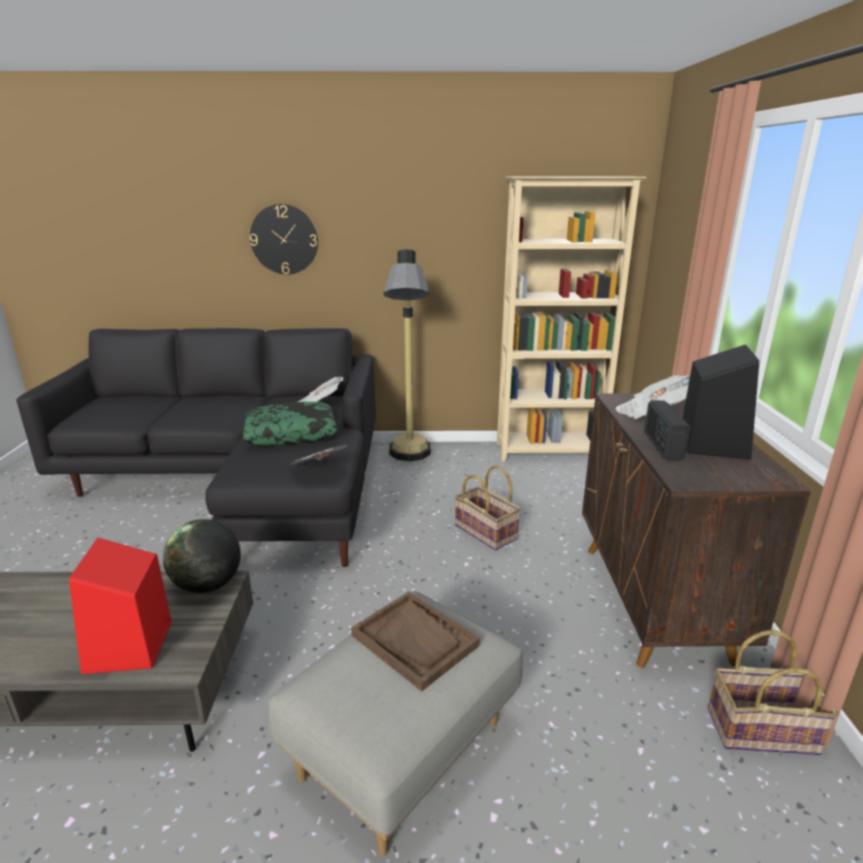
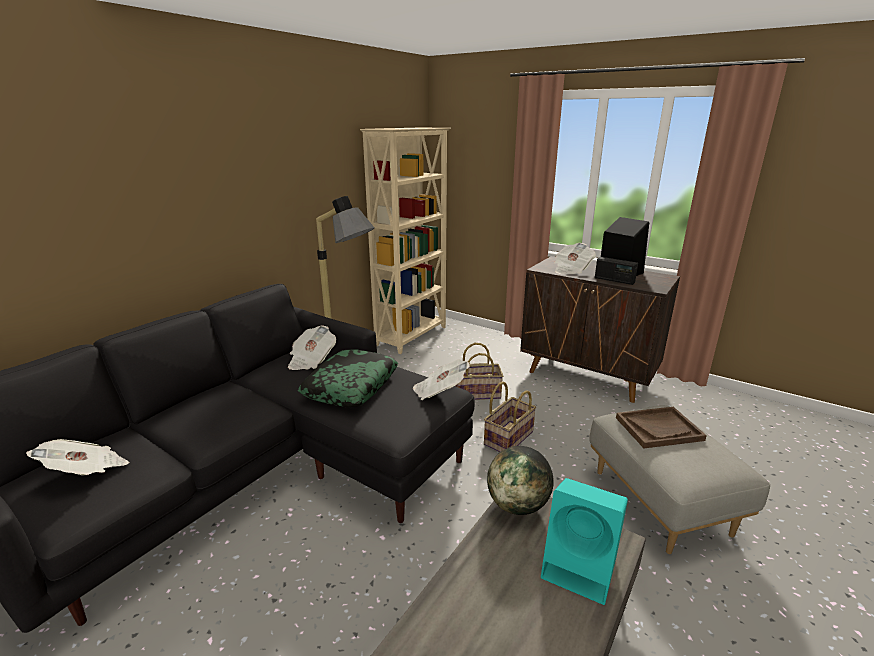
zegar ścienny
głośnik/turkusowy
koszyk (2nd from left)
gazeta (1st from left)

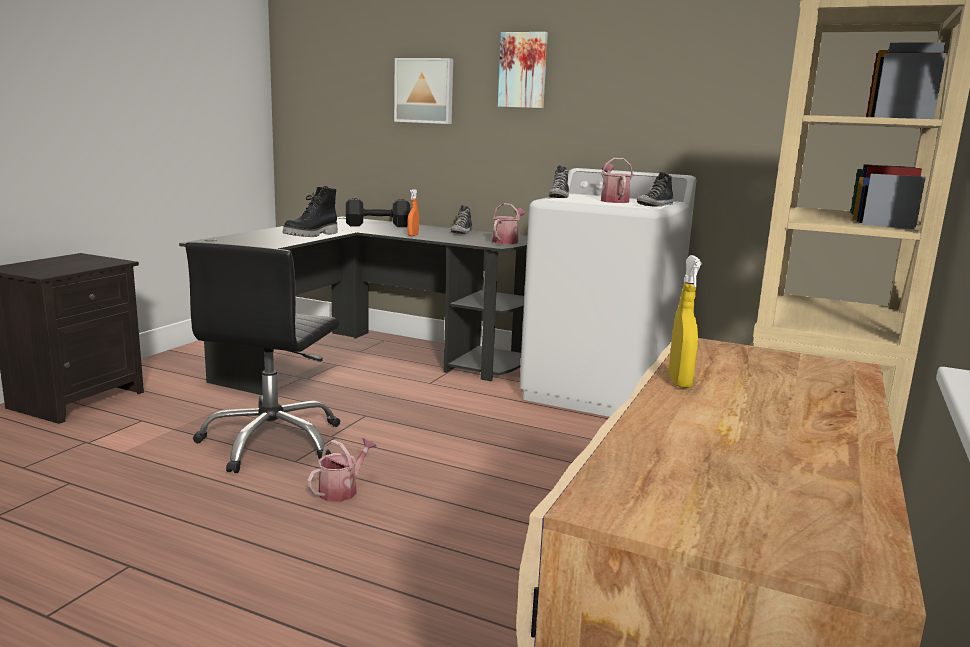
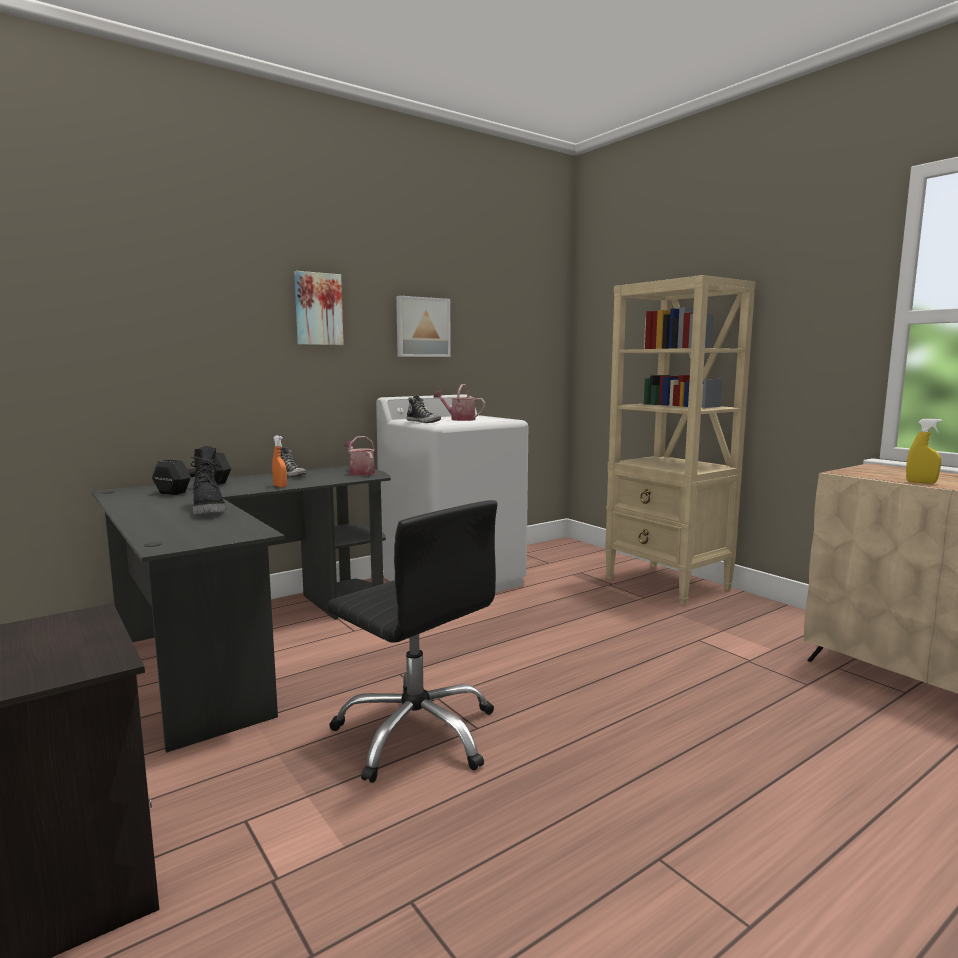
obraz (2nd from left)
but (3rd from left in the first image)
konewka (1st from left in the first image)

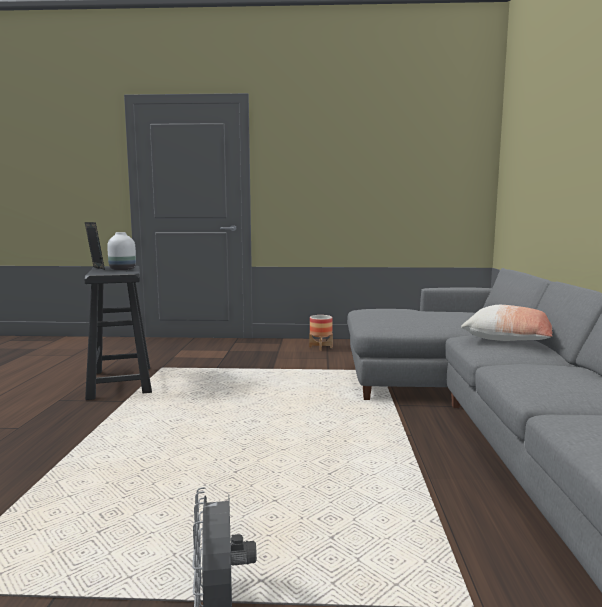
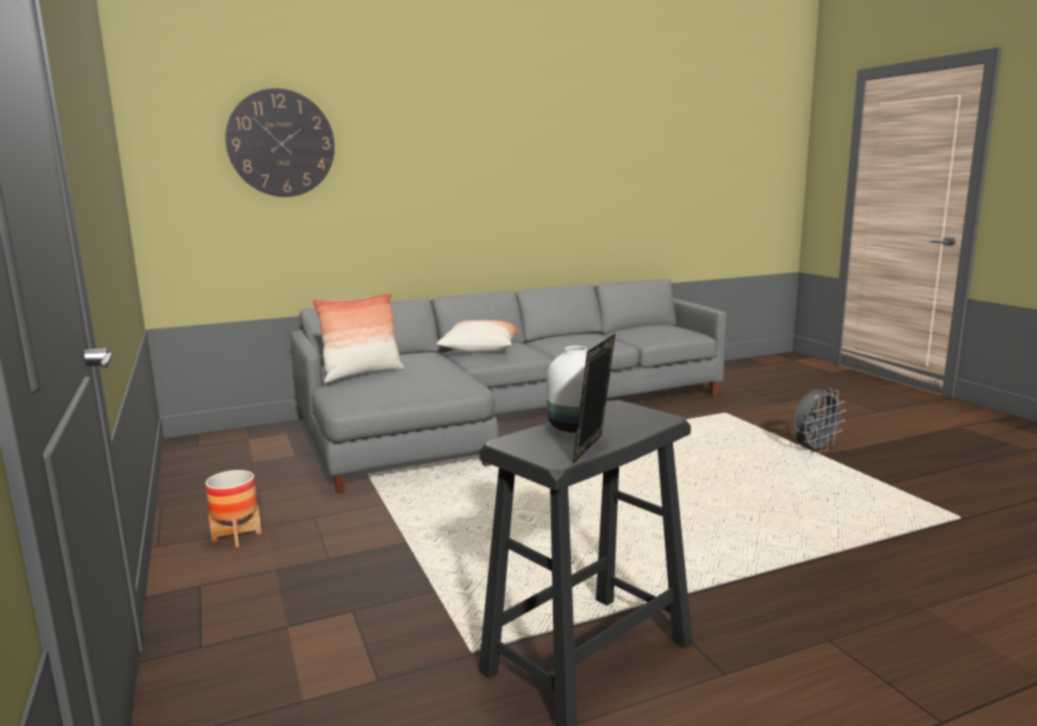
zegar ścienny
poduszka (1st from left)

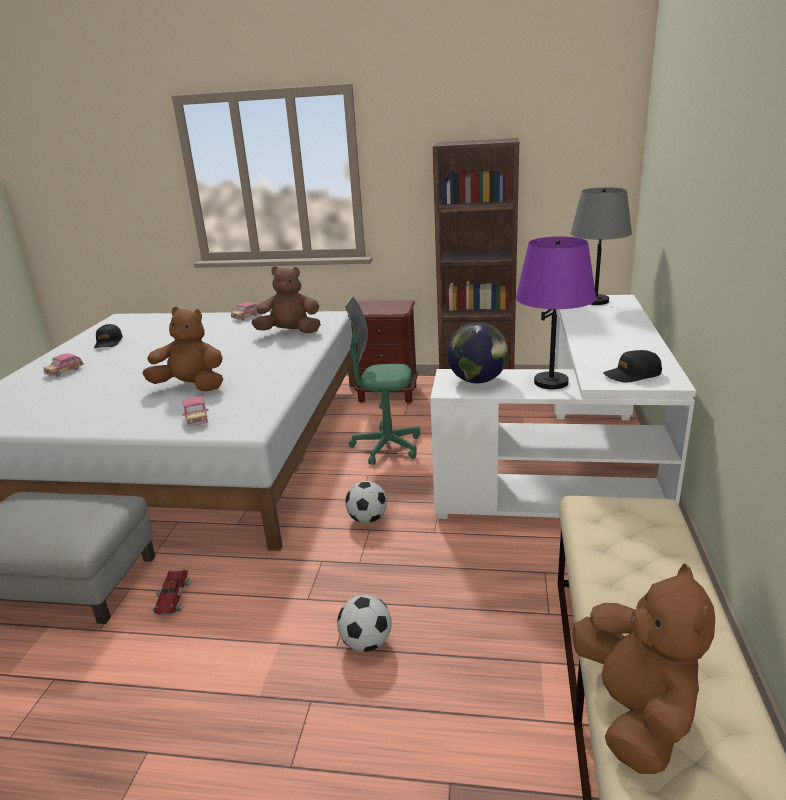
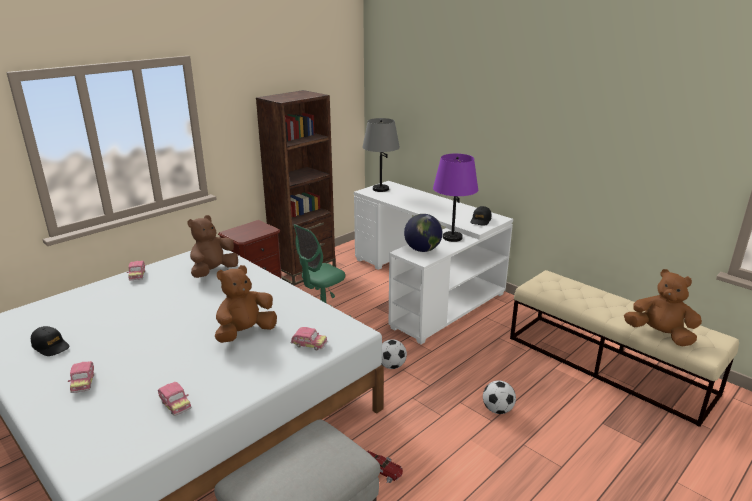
samochodzik (3rd from left)

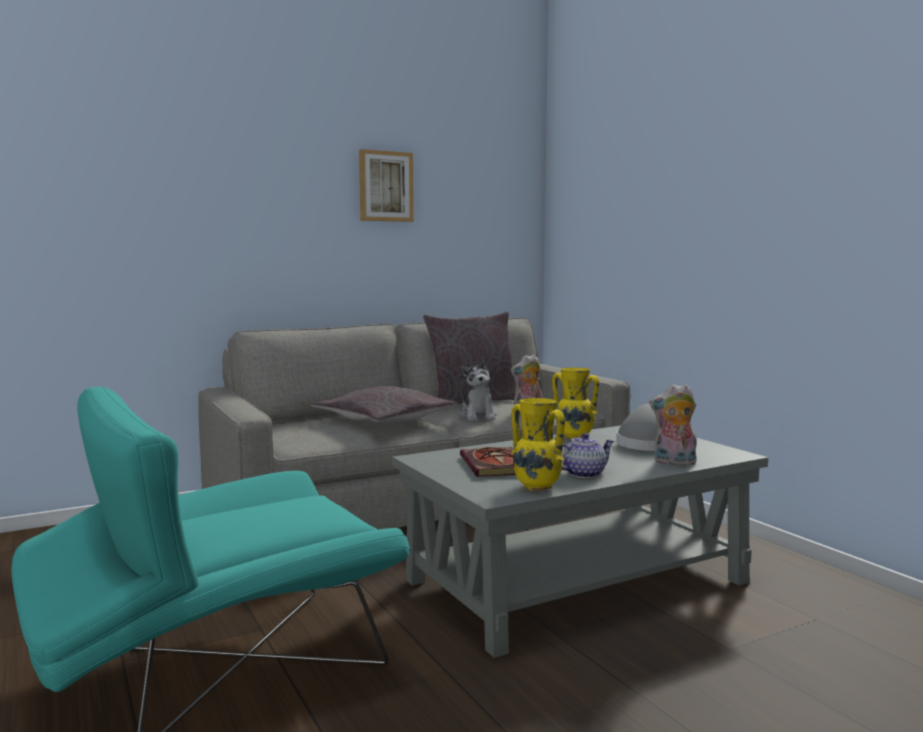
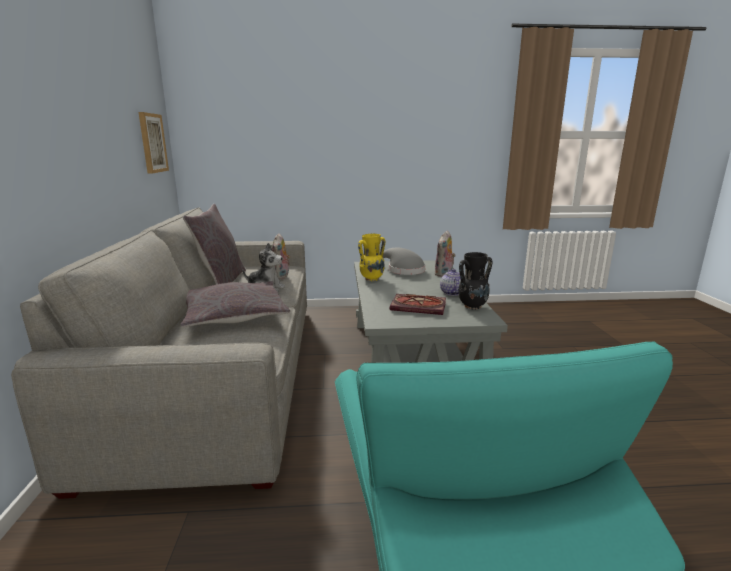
obraz
wazon/czarny

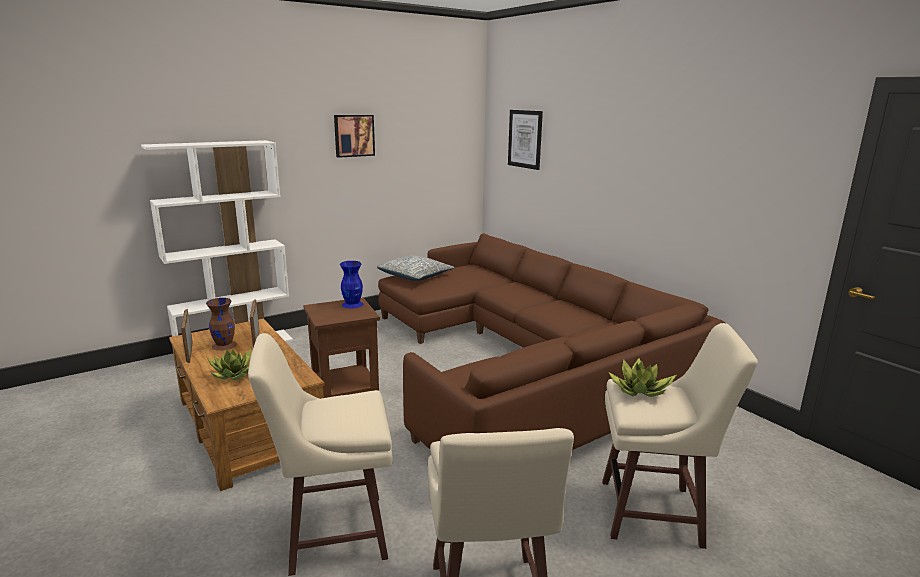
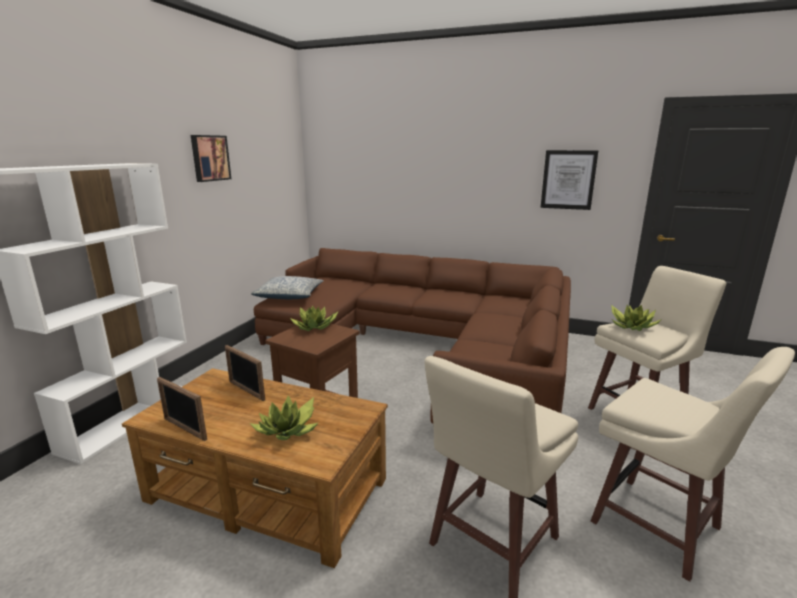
obraz (2nd from left)
roślina doniczkowa (2nd from left)
wazon/brązowy

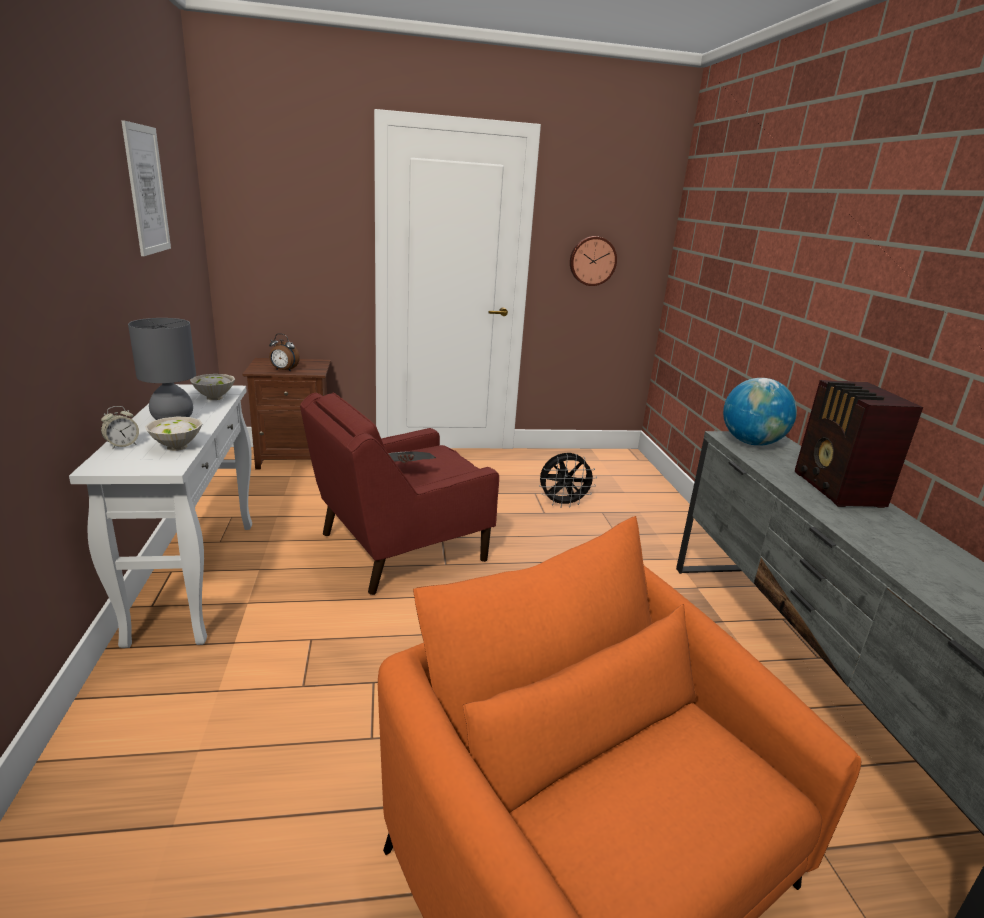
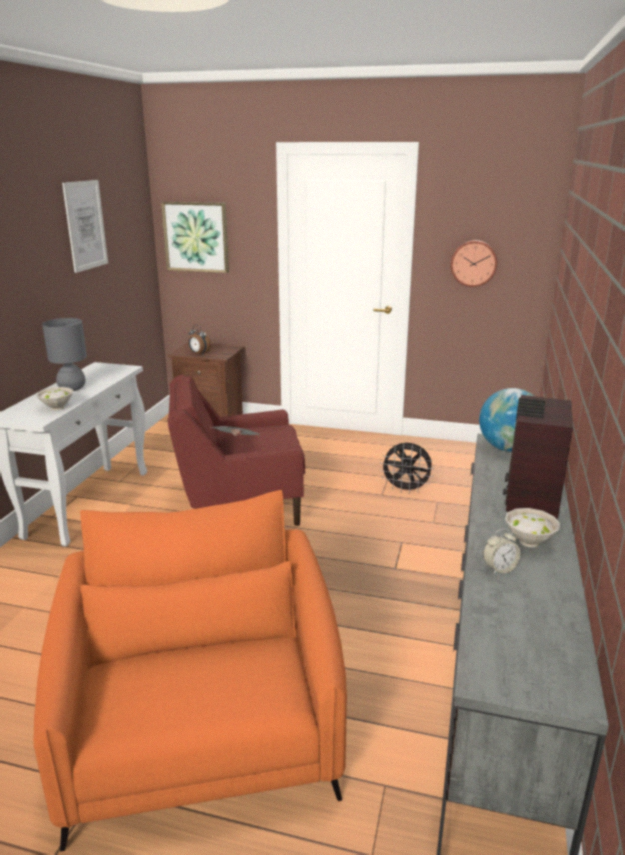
miska/biały (2nd from left)
budzik (2nd from left)
obraz (2nd from left)

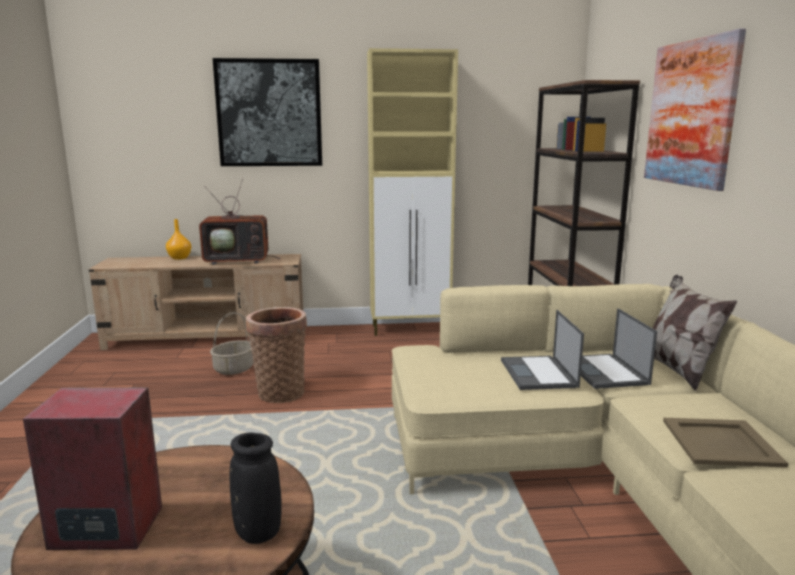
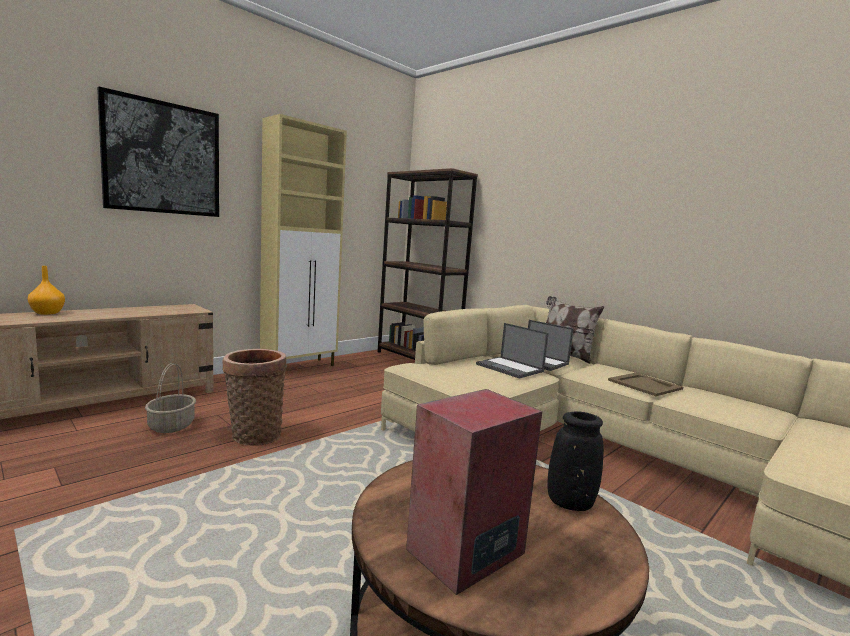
obraz (2nd from left in the first image)
telewizor

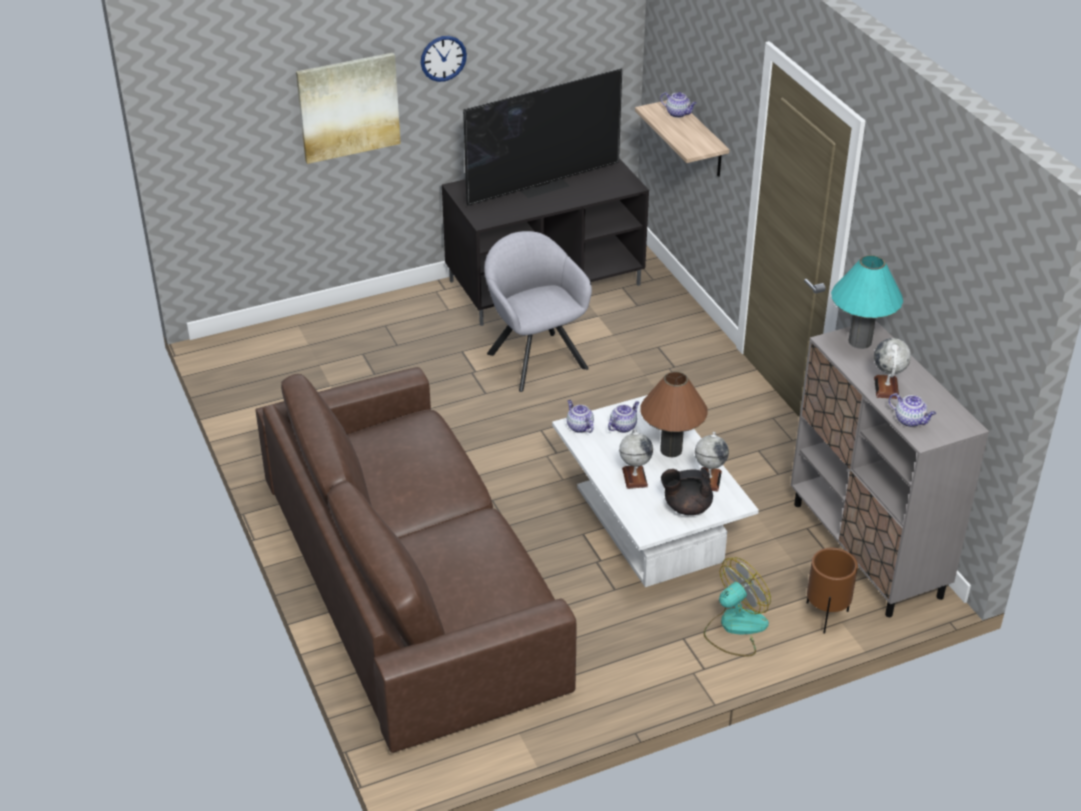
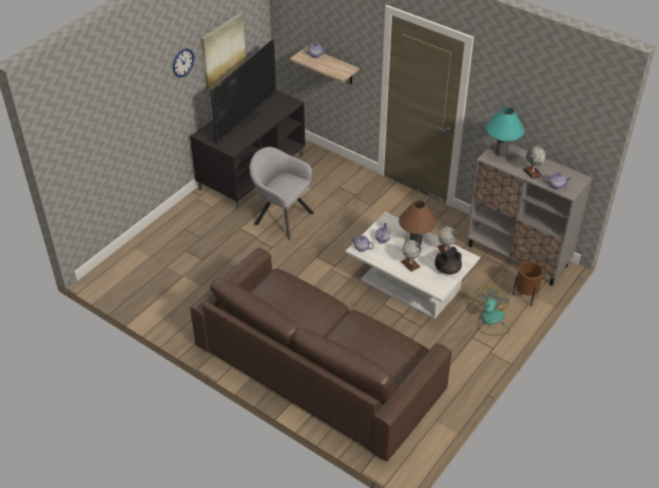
obraz

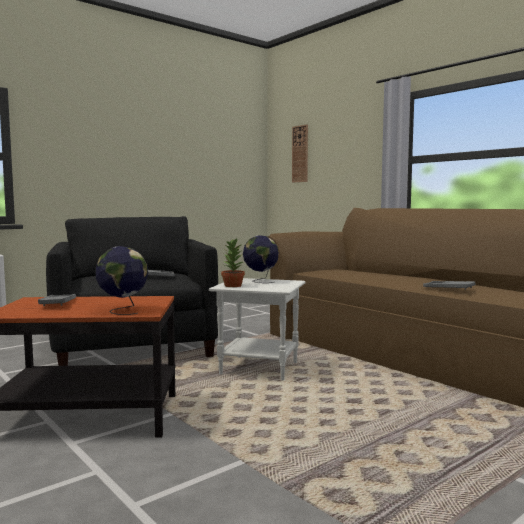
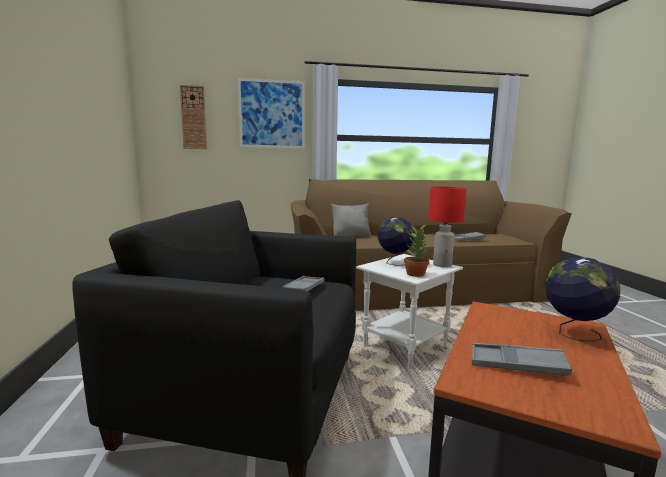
obraz
lampa stołowa/czerwony
poduszka/szary

